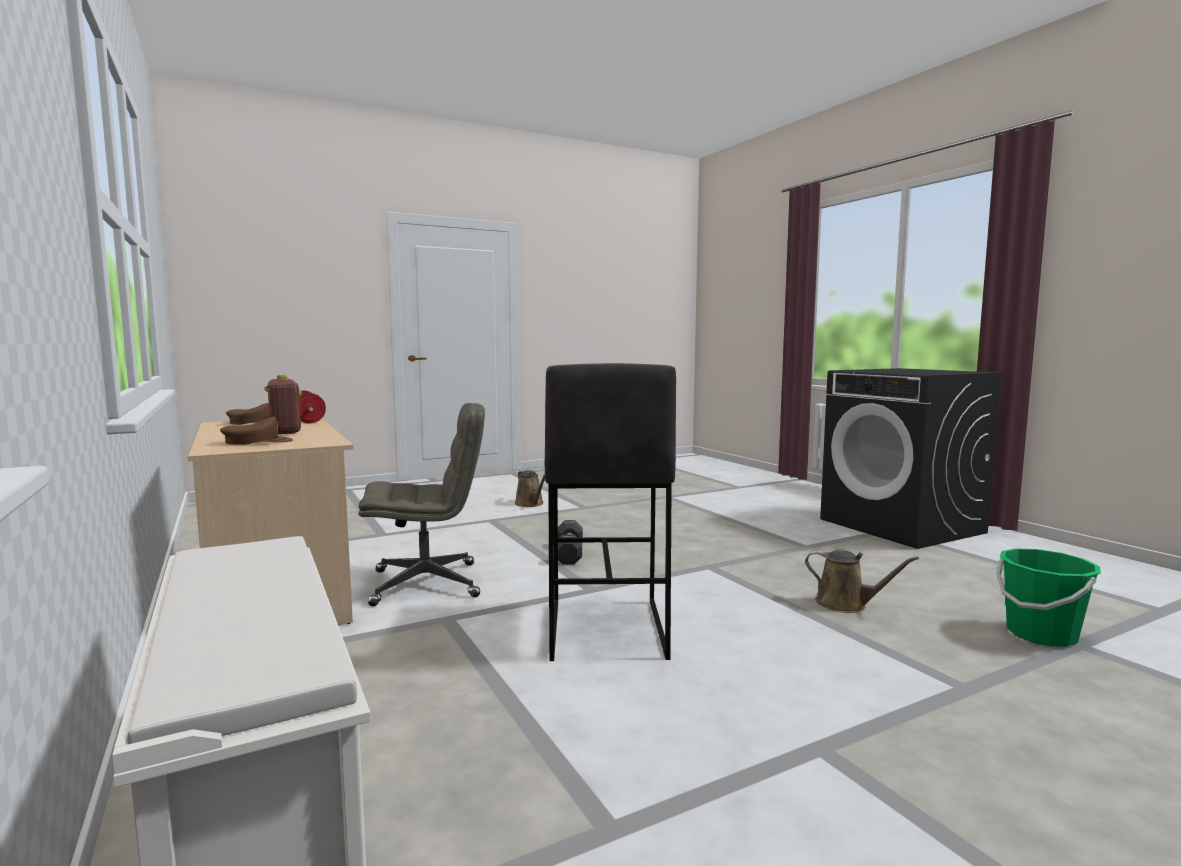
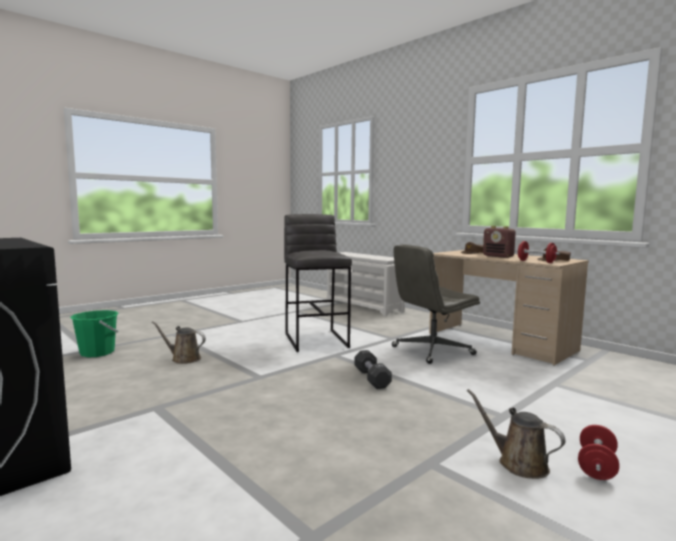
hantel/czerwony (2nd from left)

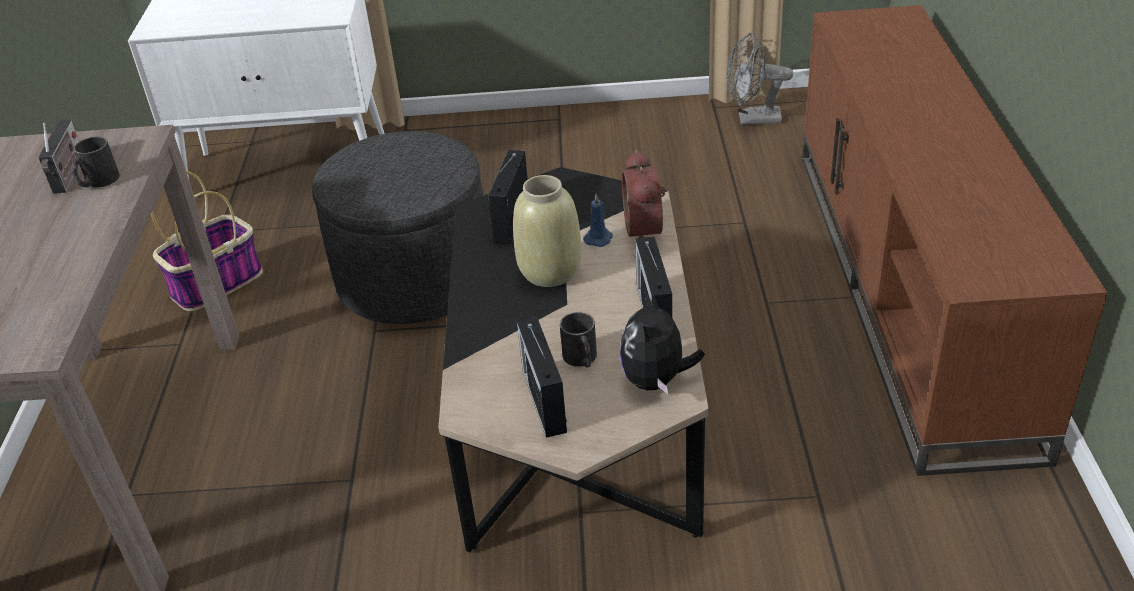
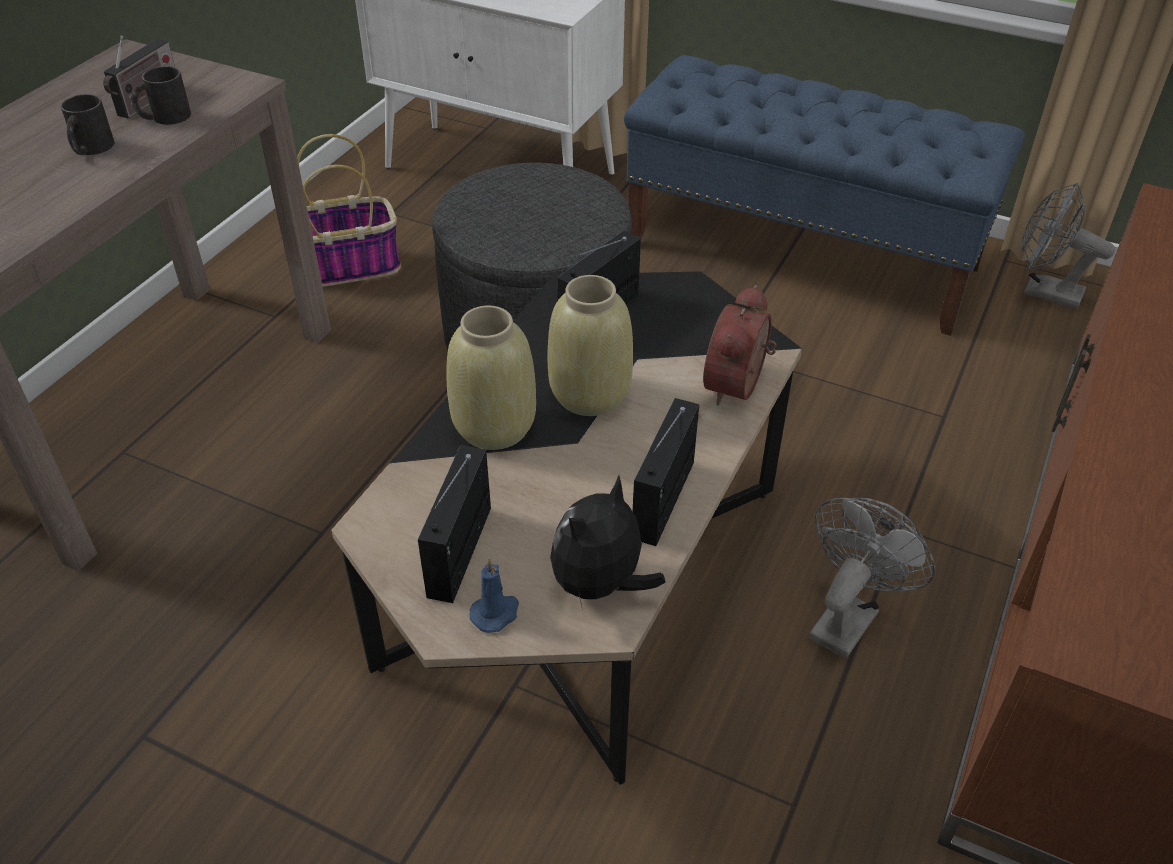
świeca/niebieski
kubek/czarny (1st from left)
ławka/niebieski
wazon/beżowy (1st from left)
wentylator/szary (1st from left)

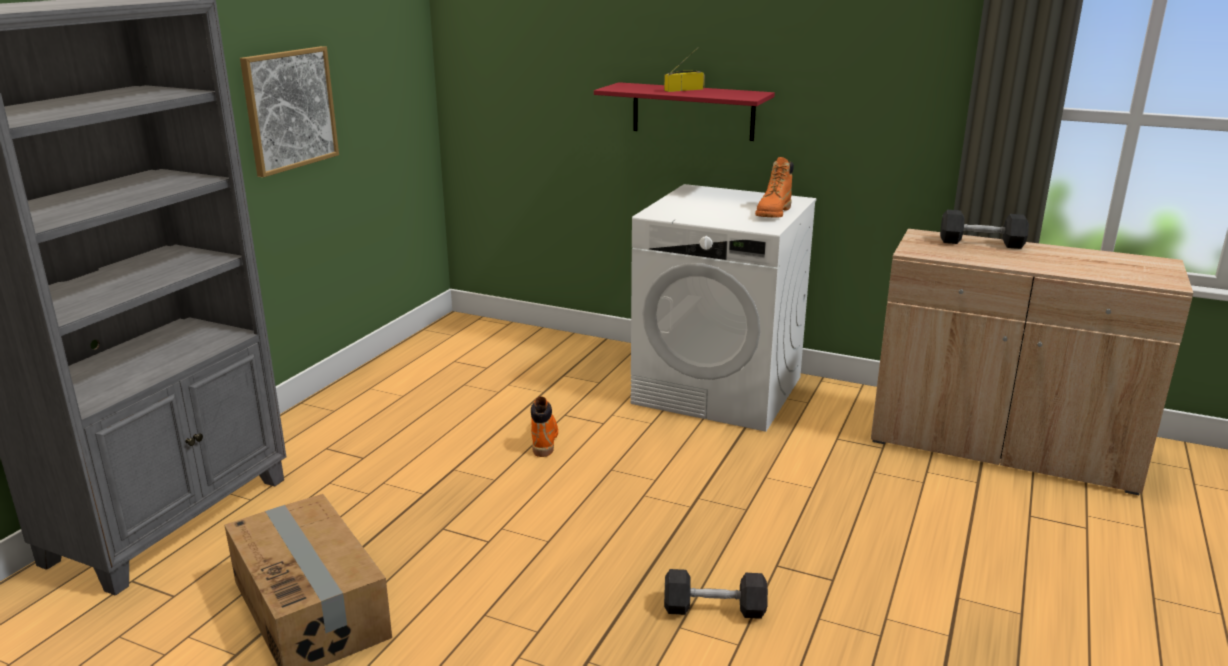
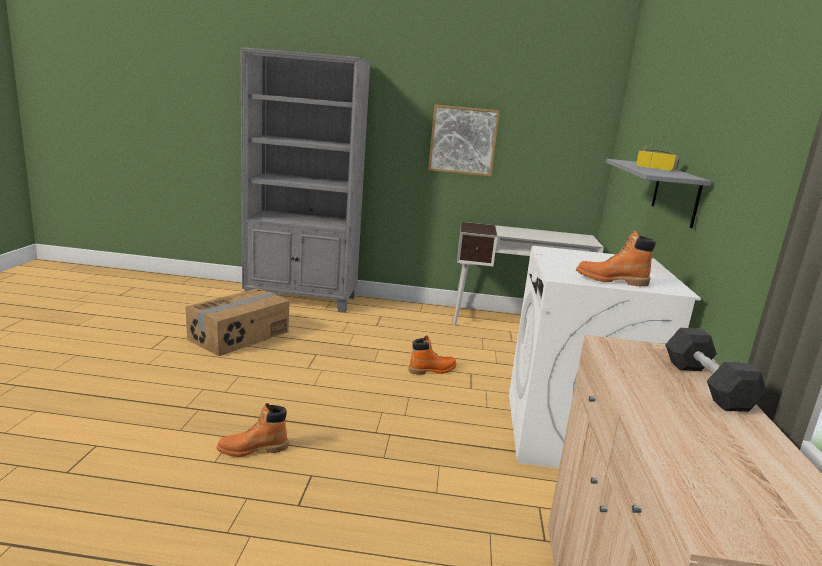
półka/szary
but z cholewką/pomarańczowy (1st from left)
biurko/biały

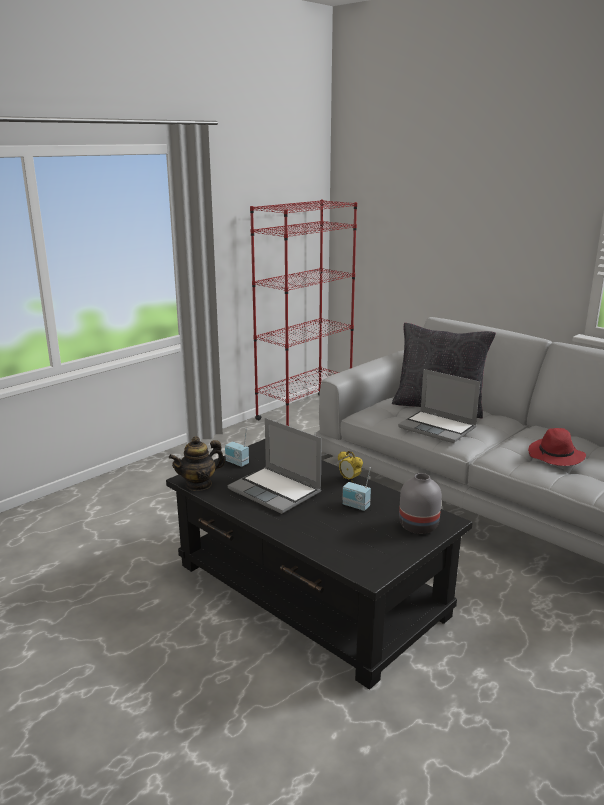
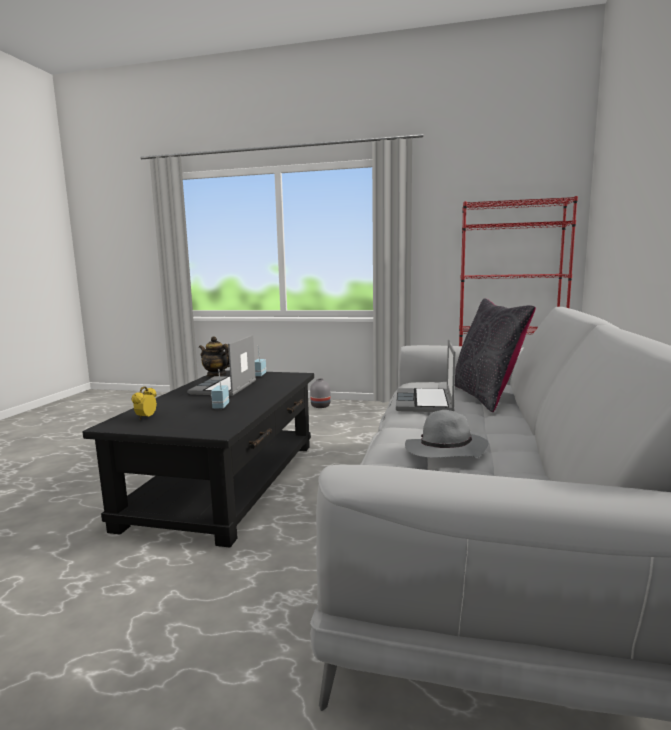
kapelusz/szary
budzik
wazon/szary

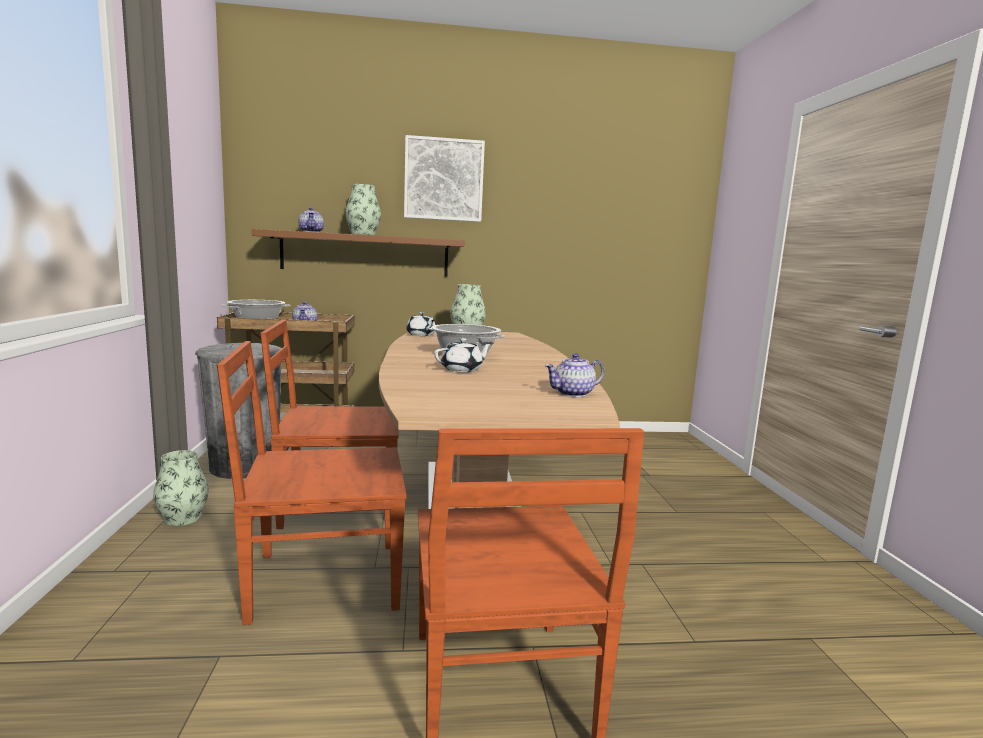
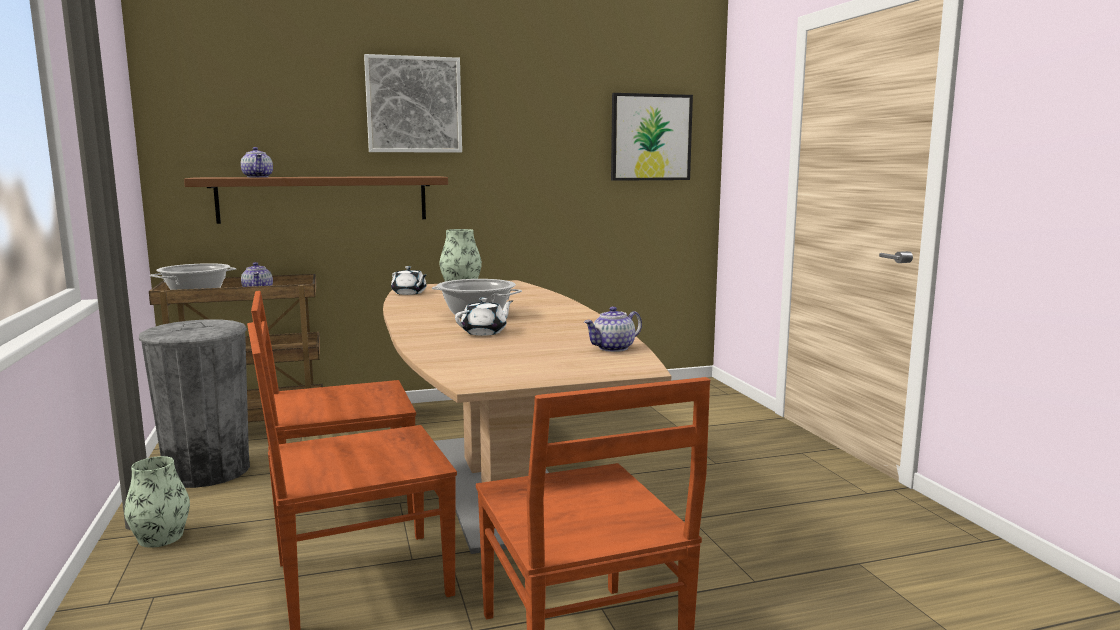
wazon (2nd from left in the first image)
obraz (2nd from left)

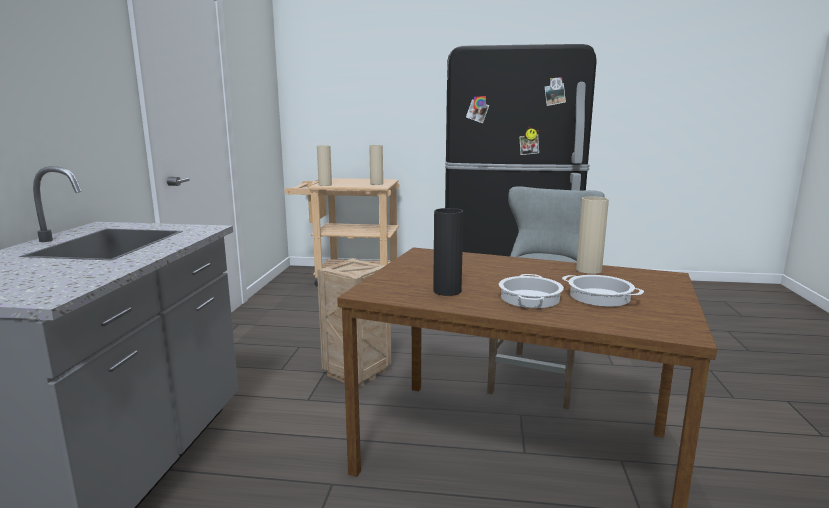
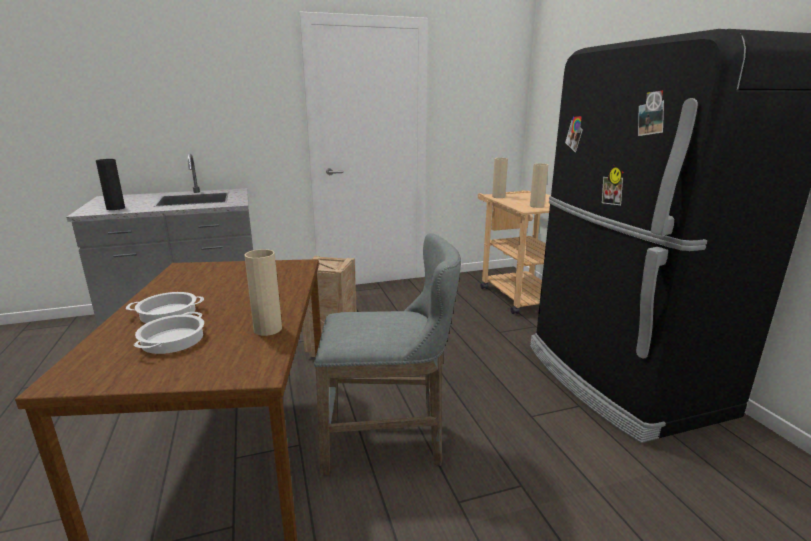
wazon/czarny

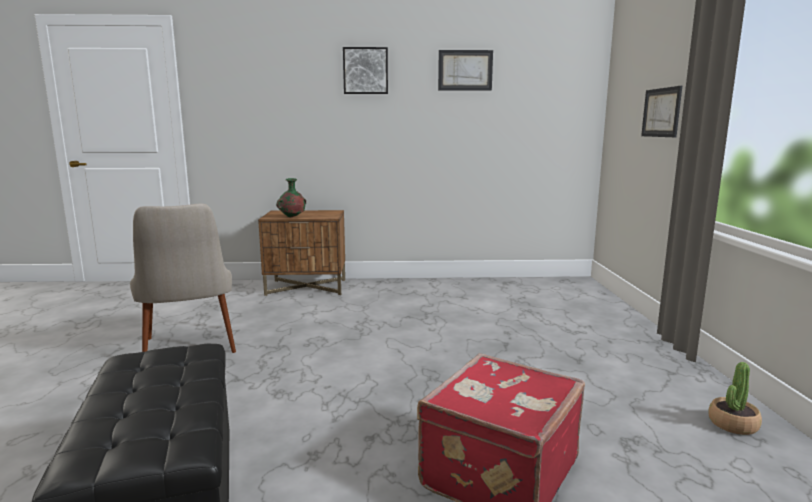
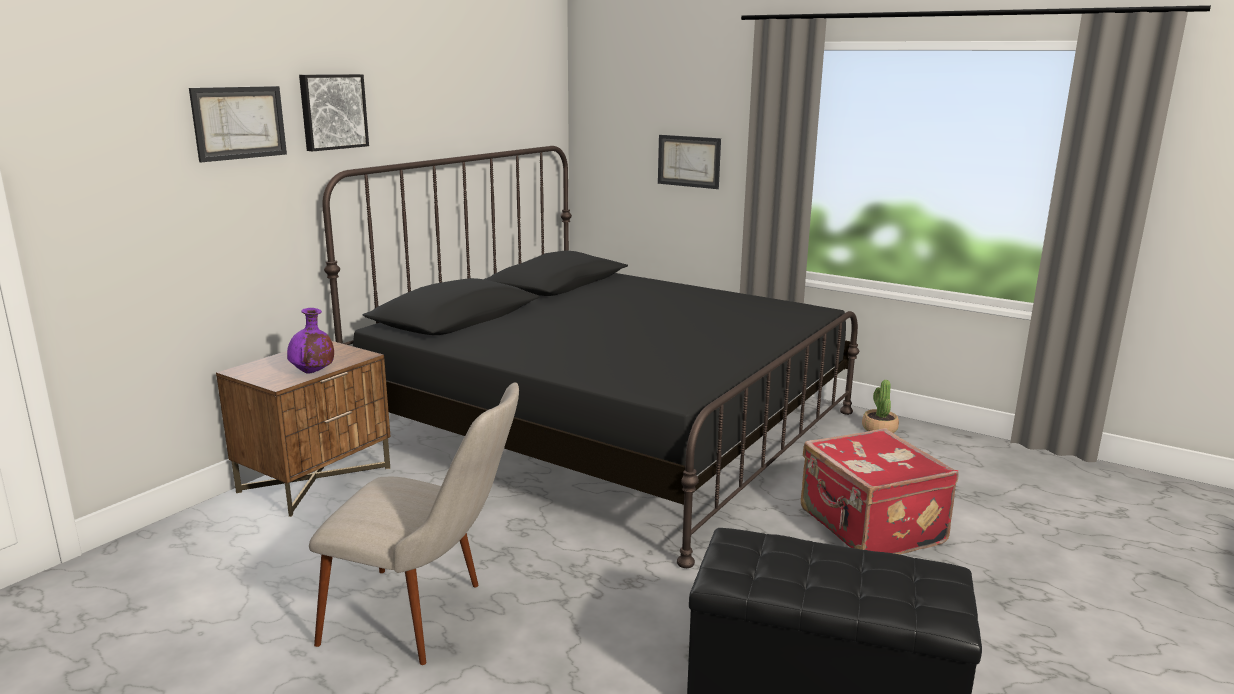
obraz (1st from left)
wazon/fioletowy
łóżko/czarny

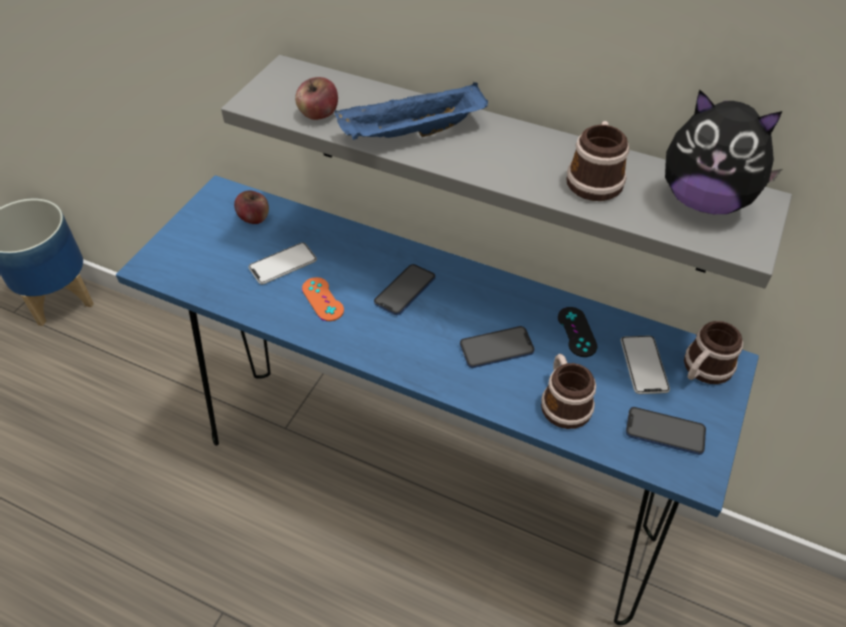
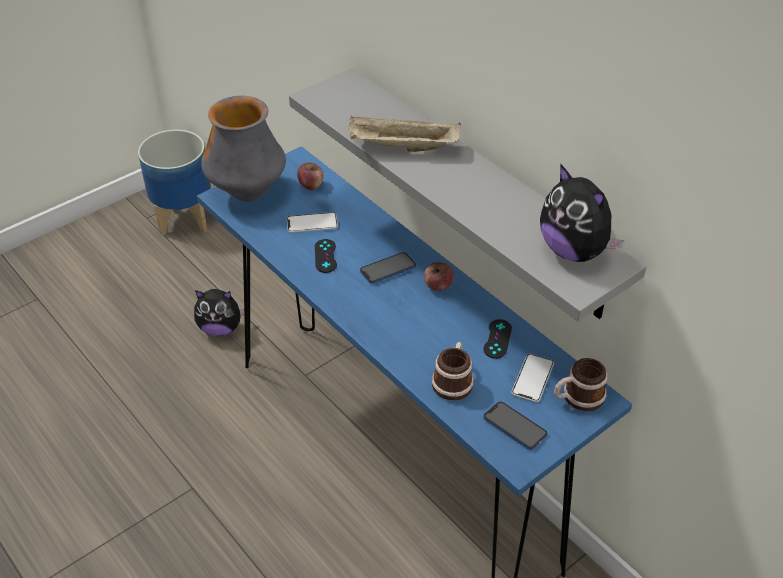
jabłko (2nd from left)
taca/beżowy
kubek (2nd from left in the first image)
pad do gier/czarny (1st from left)
telefon (3rd from left in the first image)
wazon
pluszak (1st from left)

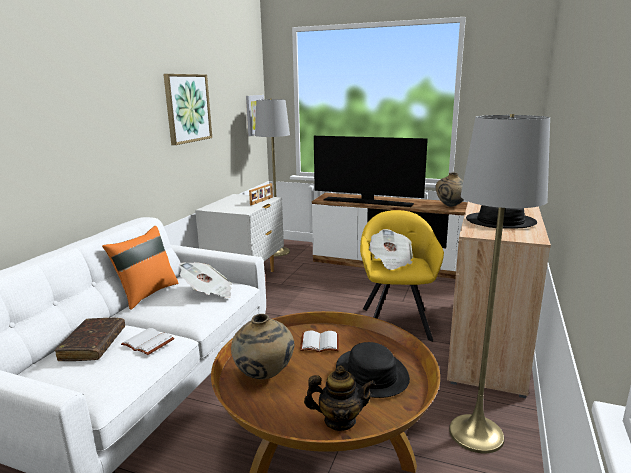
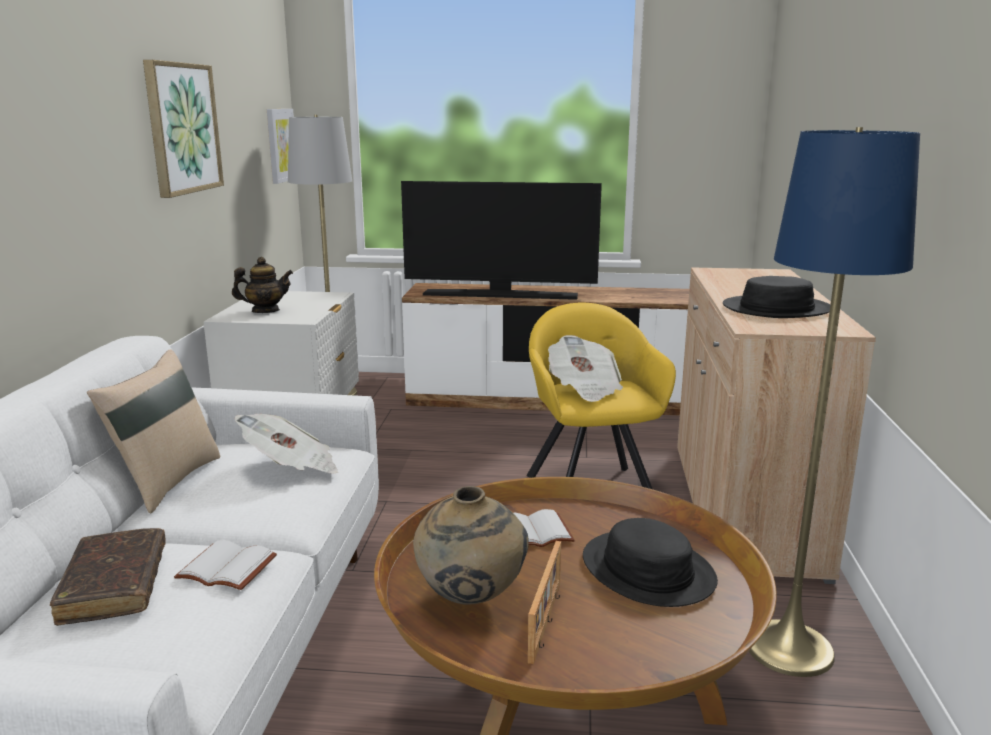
lampa stojąca/niebieski
wazon/beżowy (2nd from left in the first image)
ramka na zdjęcie
poduszka/beżowy
imbryk

